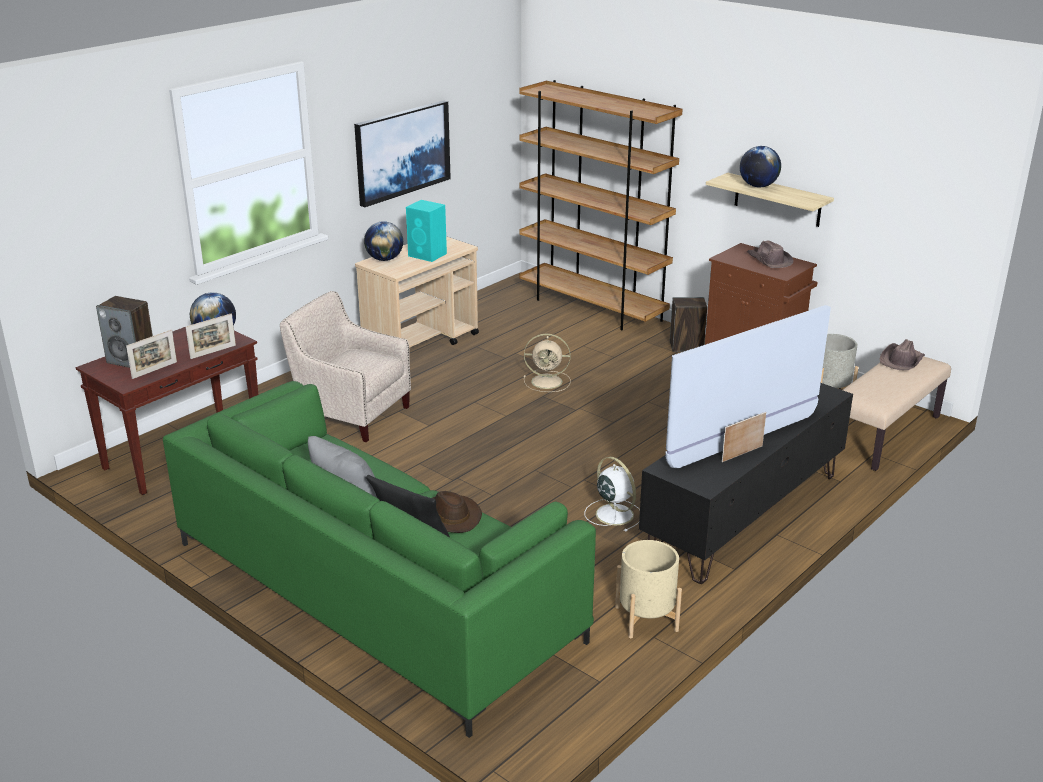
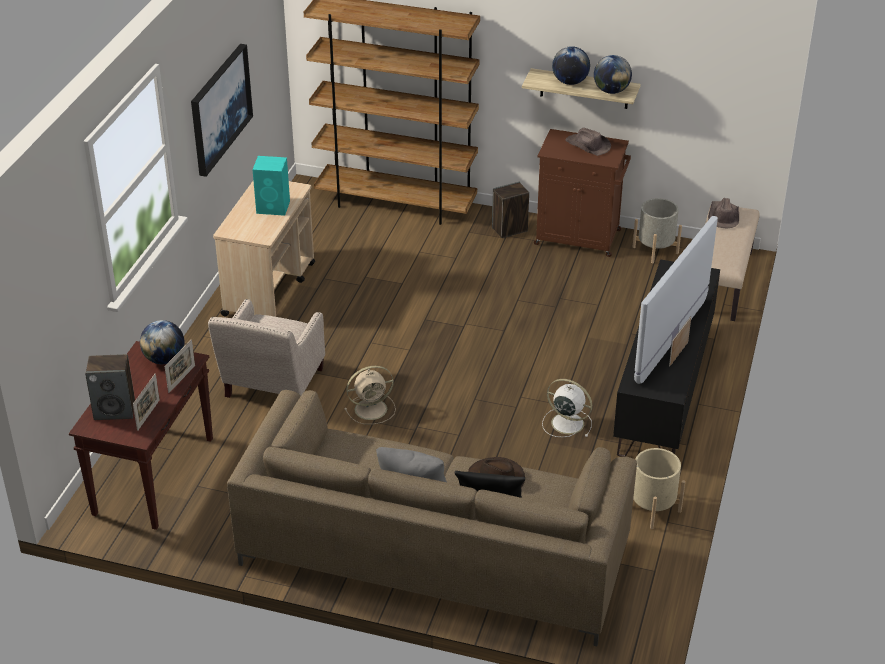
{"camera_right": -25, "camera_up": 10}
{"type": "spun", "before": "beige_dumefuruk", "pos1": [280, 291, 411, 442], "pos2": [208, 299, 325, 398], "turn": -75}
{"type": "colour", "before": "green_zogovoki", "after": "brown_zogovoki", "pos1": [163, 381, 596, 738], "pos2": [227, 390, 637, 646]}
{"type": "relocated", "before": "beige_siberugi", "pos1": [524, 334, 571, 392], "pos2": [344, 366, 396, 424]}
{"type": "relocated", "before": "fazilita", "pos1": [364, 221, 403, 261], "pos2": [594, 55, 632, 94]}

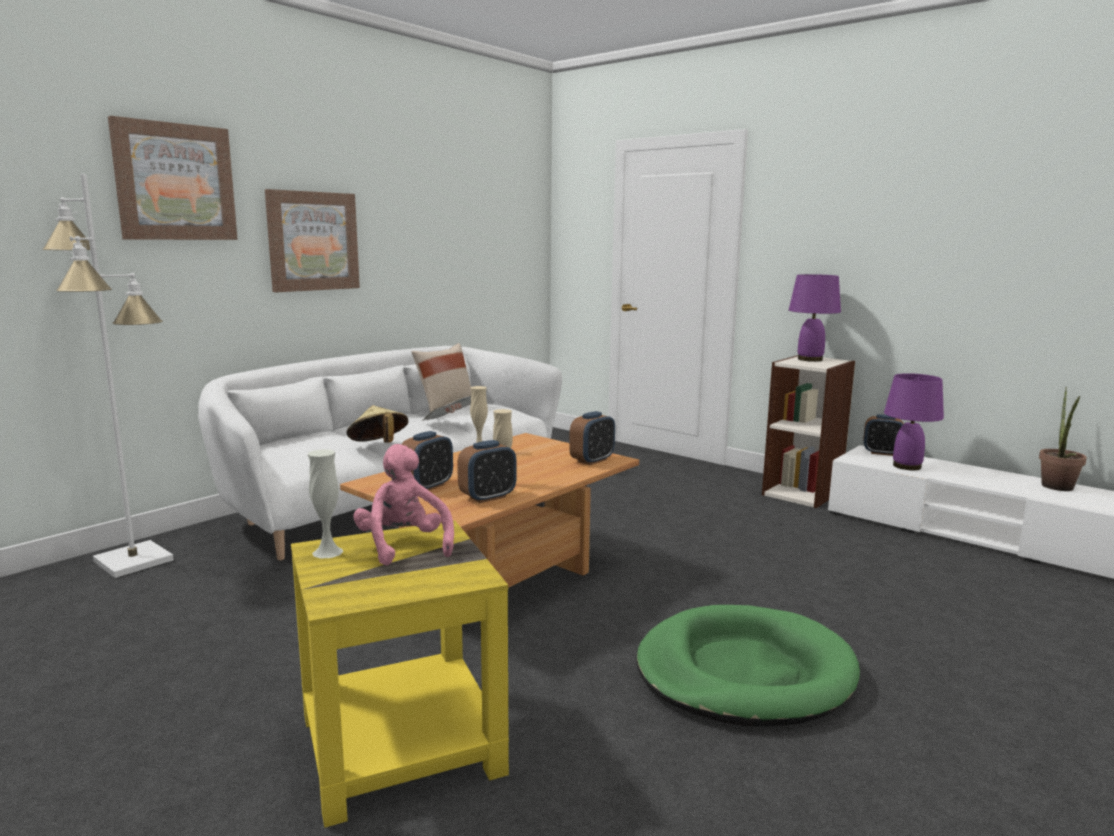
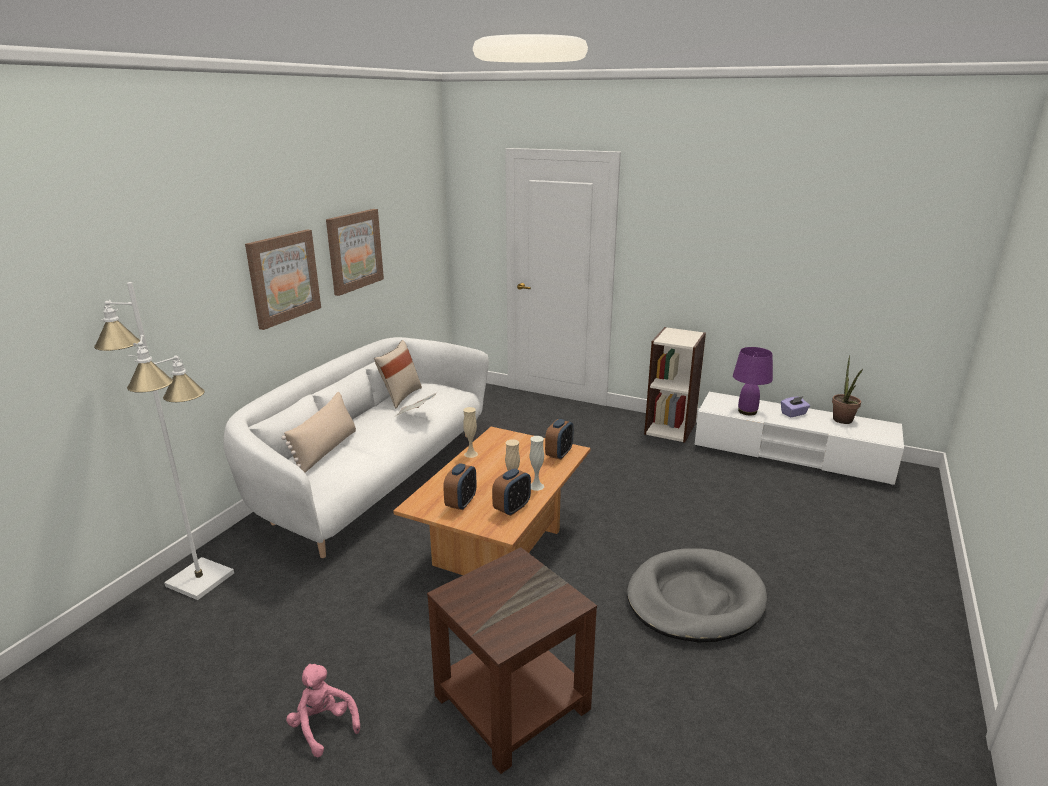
{"camera_right": -15, "camera_up": 10}
{"type": "appeared", "after": "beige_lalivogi", "pos2": [281, 392, 356, 473]}
{"type": "relocated", "before": "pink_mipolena", "pos1": [354, 444, 454, 566], "pos2": [286, 664, 360, 757]}
{"type": "relocated", "before": "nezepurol", "pos1": [108, 116, 238, 240], "pos2": [326, 209, 384, 296]}
{"type": "colour", "before": "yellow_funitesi", "after": "brown_funitesi", "pos1": [291, 520, 509, 828], "pos2": [427, 547, 597, 774]}
{"type": "relocated", "before": "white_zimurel", "pos1": [308, 449, 344, 559], "pos2": [530, 436, 544, 491]}
{"type": "colour", "before": "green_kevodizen", "after": "grey_kevodizen", "pos1": [637, 605, 860, 726], "pos2": [627, 548, 767, 642]}
{"type": "appeared", "after": "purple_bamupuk", "pos2": [781, 396, 810, 417]}
{"type": "missing", "before": "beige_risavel", "pos1": [346, 405, 408, 443]}
{"type": "missing", "before": "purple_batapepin", "pos1": [789, 274, 841, 362]}
{"type": "missing", "before": "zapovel", "pos1": [864, 414, 904, 456]}

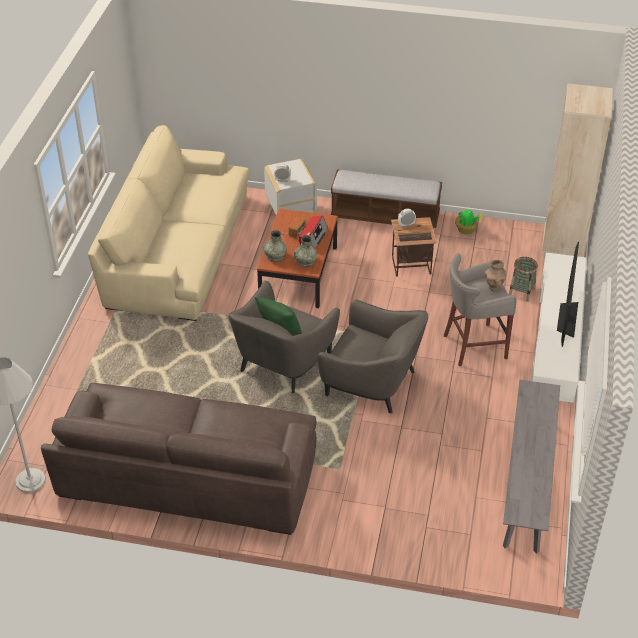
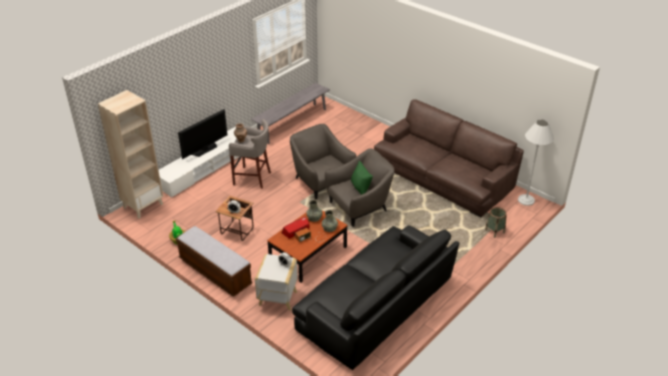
{"camera_right": -150, "camera_up": -5}
{"type": "colour", "before": "beige_zogovoki", "after": "black_zogovoki", "pos1": [88, 125, 249, 321], "pos2": [292, 226, 459, 370]}
{"type": "relocated", "before": "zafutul", "pos1": [508, 257, 538, 302], "pos2": [485, 207, 507, 238]}

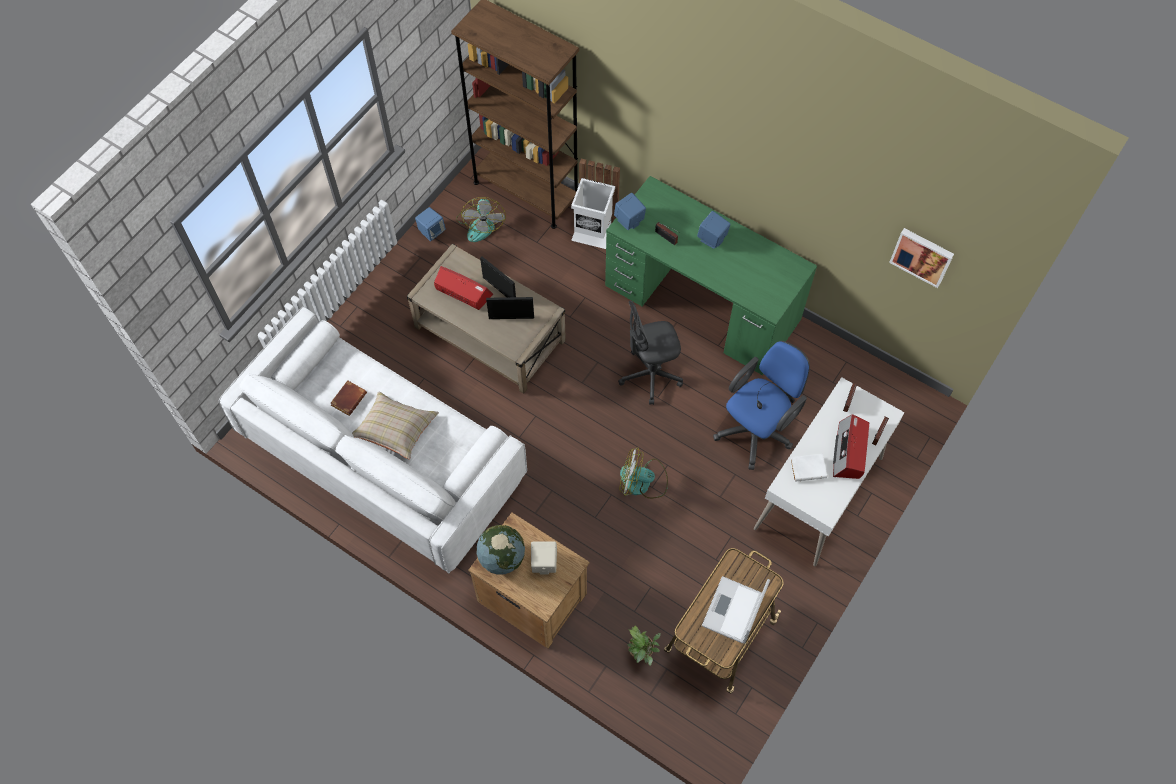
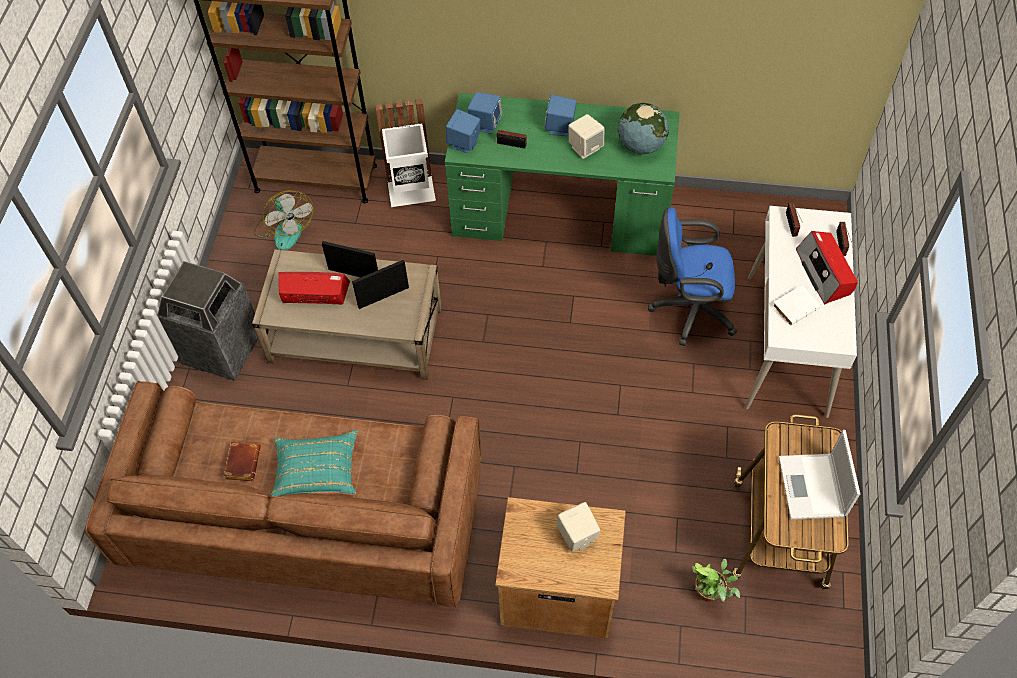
{"camera_right": -25, "camera_up": -5}
{"type": "colour", "before": "white_zogovoki", "after": "brown_zogovoki", "pos1": [219, 307, 527, 573], "pos2": [85, 381, 482, 608]}
{"type": "appeared", "after": "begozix", "pos2": [157, 261, 258, 381]}
{"type": "colour", "before": "beige_lalivogi", "after": "turquoise_lalivogi", "pos1": [352, 392, 439, 459], "pos2": [271, 430, 358, 496]}
{"type": "relocated", "before": "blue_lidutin", "pos1": [415, 207, 446, 242], "pos2": [467, 92, 502, 134]}
{"type": "appeared", "after": "beige_lidutin", "pos2": [568, 114, 604, 159]}
{"type": "relocated", "before": "fazilita", "pos1": [477, 525, 525, 574], "pos2": [617, 103, 669, 155]}
{"type": "spun", "before": "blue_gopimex", "pos1": [713, 341, 810, 470], "pos2": [648, 207, 737, 346], "turn": -105}
{"type": "missing", "before": "grey_gopimex", "pos1": [618, 301, 683, 405]}
{"type": "missing", "before": "siberugi", "pos1": [620, 448, 668, 499]}
{"type": "missing", "before": "nezepurol", "pos1": [889, 228, 954, 288]}

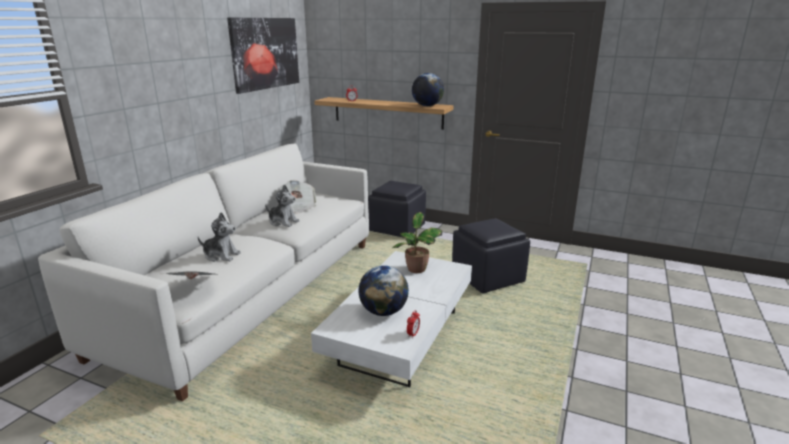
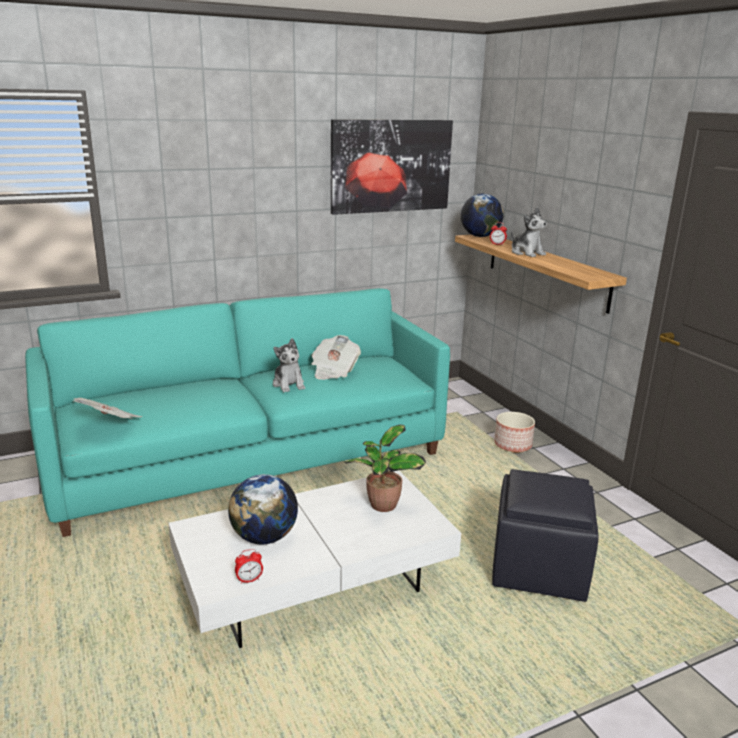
{"camera_right": 40, "camera_up": 0}
{"type": "colour", "before": "white_zogovoki", "after": "turquoise_zogovoki", "pos1": [38, 144, 369, 402], "pos2": [25, 288, 450, 537]}
{"type": "relocated", "before": "fazilita", "pos1": [412, 73, 444, 106], "pos2": [461, 194, 504, 237]}
{"type": "exchanged", "before": "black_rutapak", "after": "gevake", "pos1": [368, 181, 426, 237], "pos2": [494, 412, 535, 453]}
{"type": "relocated", "before": "mipolena", "pos1": [198, 213, 241, 262], "pos2": [511, 207, 547, 257]}

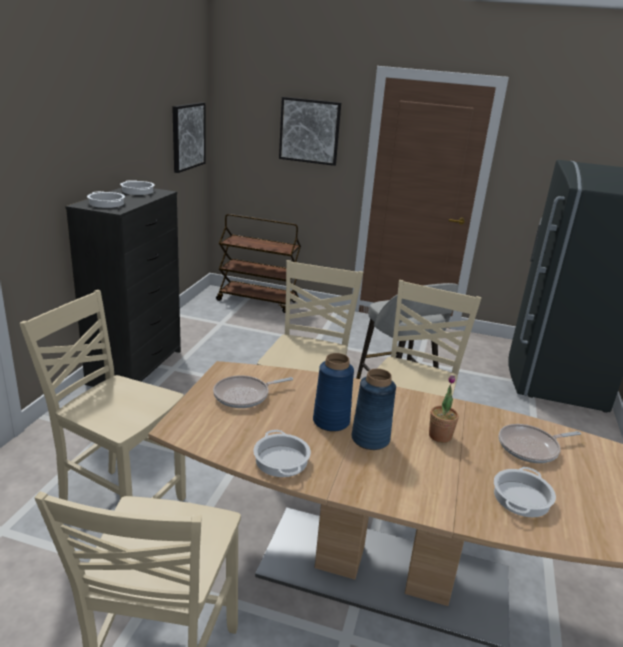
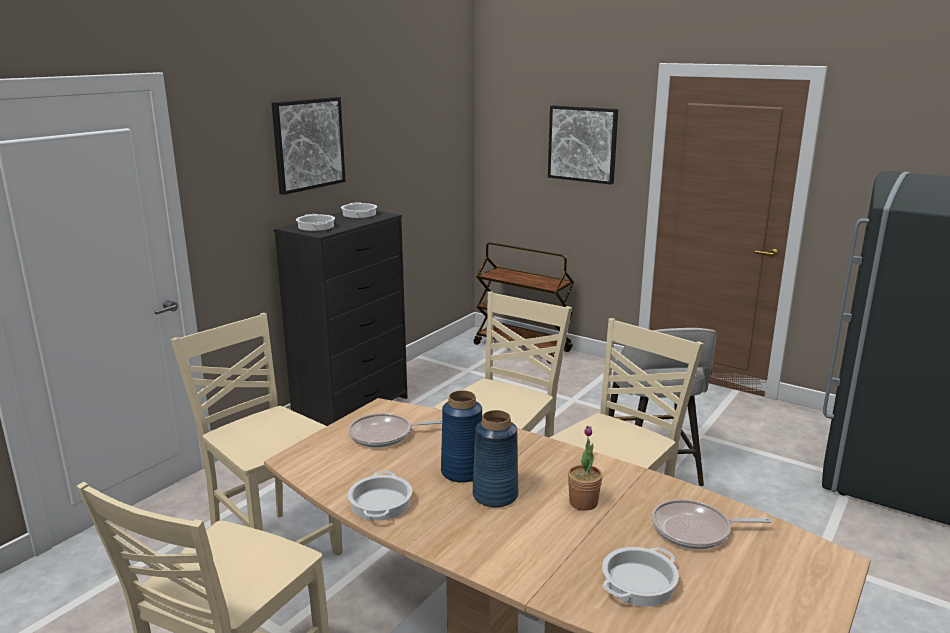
{"camera_right": 20, "camera_up": -5}
{"type": "relocated", "before": "nezepurol", "pos1": [172, 102, 206, 173], "pos2": [271, 97, 346, 195]}

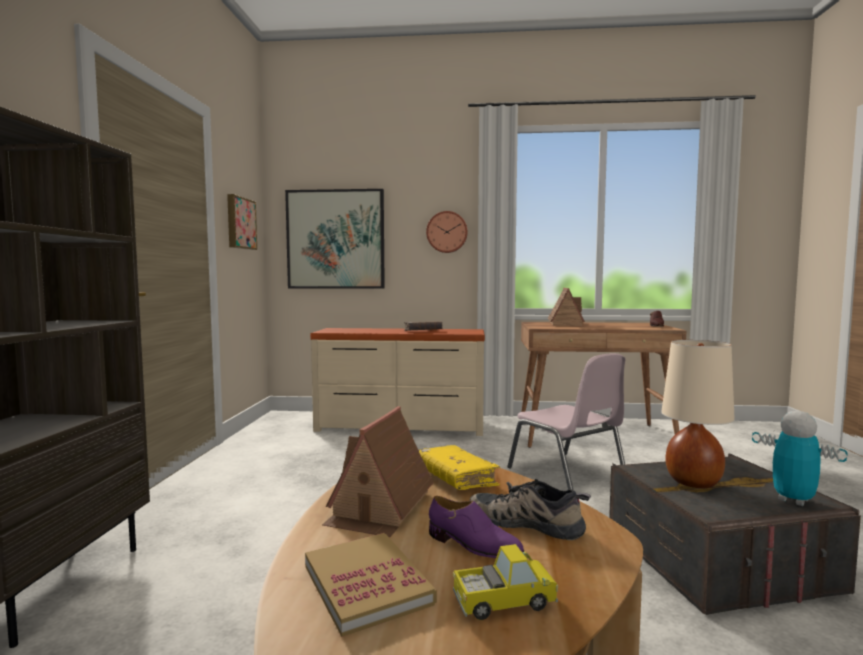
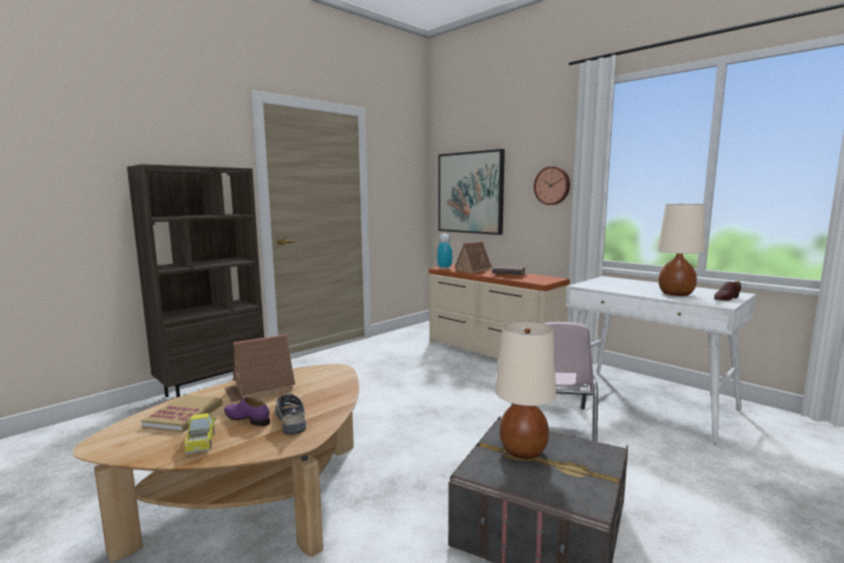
{"camera_right": 40, "camera_up": 5}
{"type": "spun", "before": "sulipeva", "pos1": [453, 544, 558, 620], "pos2": [184, 413, 216, 454], "turn": -135}
{"type": "spun", "before": "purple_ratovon", "pos1": [429, 496, 524, 558], "pos2": [224, 397, 270, 426], "turn": 135}
{"type": "relocated", "before": "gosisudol", "pos1": [752, 411, 848, 506], "pos2": [437, 234, 453, 270]}
{"type": "relocated", "before": "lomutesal", "pos1": [548, 288, 585, 326], "pos2": [455, 241, 493, 273]}
{"type": "colour", "before": "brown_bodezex", "after": "white_bodezex", "pos1": [521, 322, 687, 448], "pos2": [561, 276, 756, 444]}
{"type": "appeared", "after": "beige_batapepin", "pos2": [657, 204, 704, 296]}
{"type": "missing", "before": "nezepurol", "pos1": [227, 194, 257, 250]}
{"type": "missing", "before": "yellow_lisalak", "pos1": [419, 445, 500, 490]}

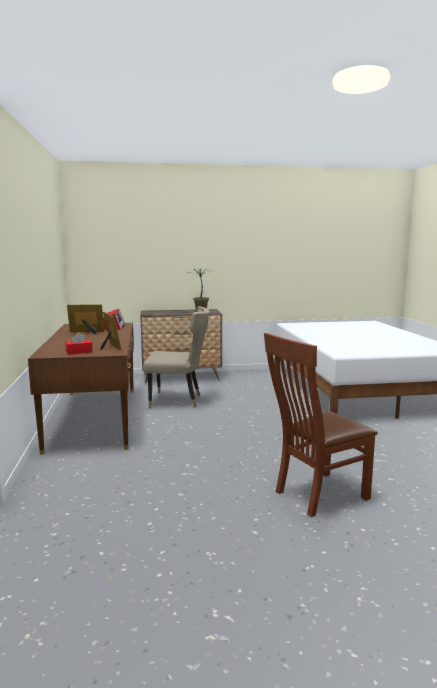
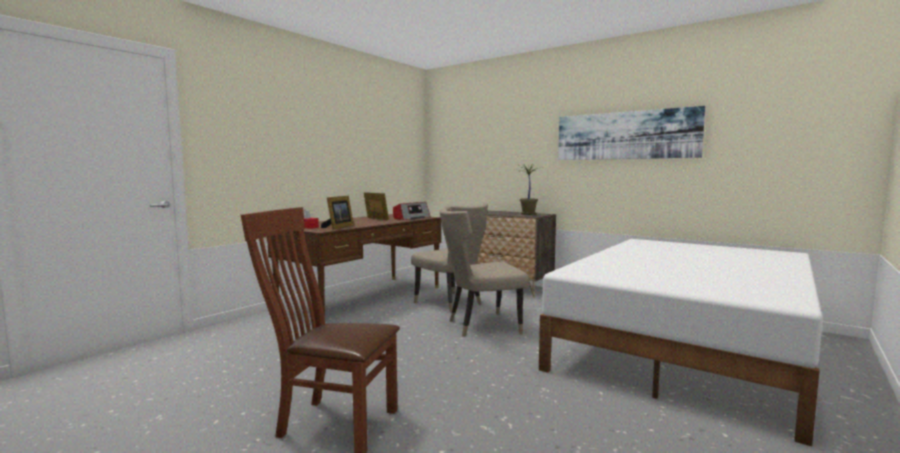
{"camera_right": 45, "camera_up": -5}
{"type": "appeared", "after": "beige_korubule", "pos2": [440, 207, 529, 337]}
{"type": "appeared", "after": "nezepurol", "pos2": [558, 106, 705, 160]}

